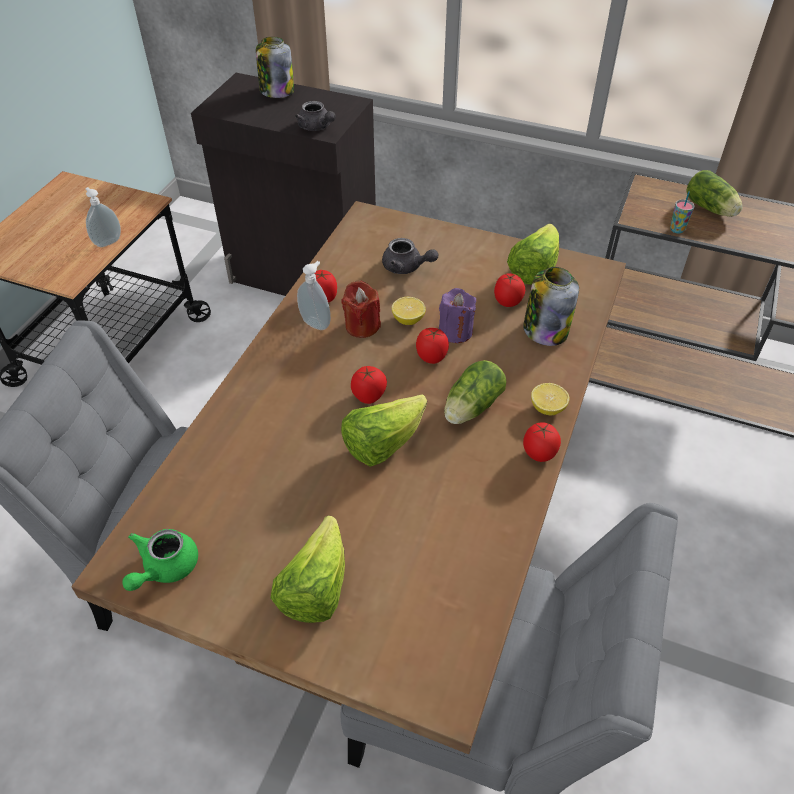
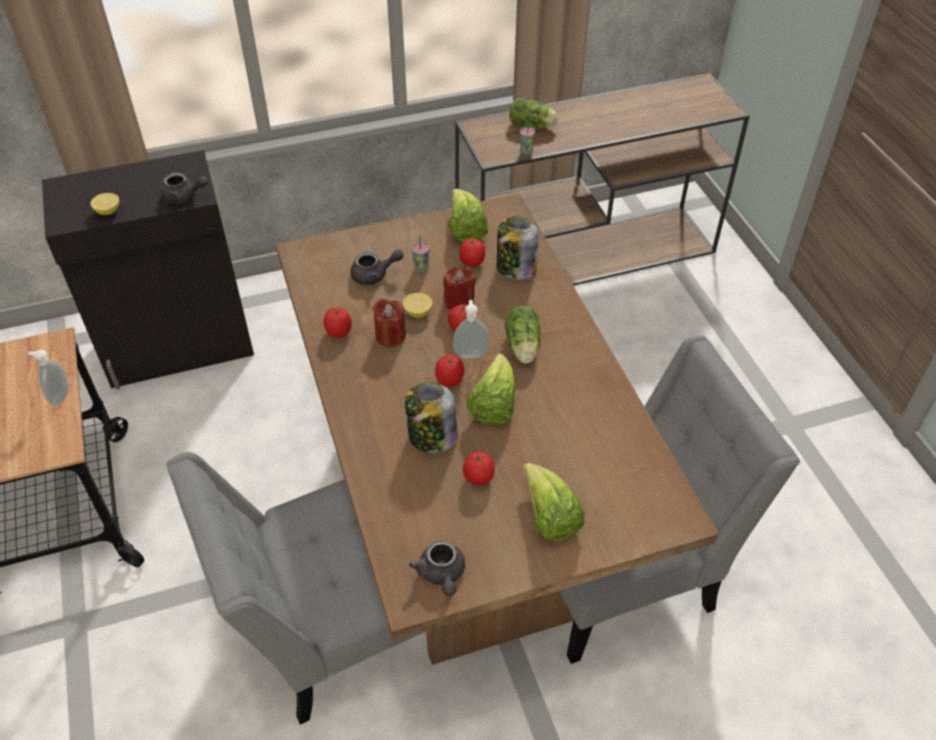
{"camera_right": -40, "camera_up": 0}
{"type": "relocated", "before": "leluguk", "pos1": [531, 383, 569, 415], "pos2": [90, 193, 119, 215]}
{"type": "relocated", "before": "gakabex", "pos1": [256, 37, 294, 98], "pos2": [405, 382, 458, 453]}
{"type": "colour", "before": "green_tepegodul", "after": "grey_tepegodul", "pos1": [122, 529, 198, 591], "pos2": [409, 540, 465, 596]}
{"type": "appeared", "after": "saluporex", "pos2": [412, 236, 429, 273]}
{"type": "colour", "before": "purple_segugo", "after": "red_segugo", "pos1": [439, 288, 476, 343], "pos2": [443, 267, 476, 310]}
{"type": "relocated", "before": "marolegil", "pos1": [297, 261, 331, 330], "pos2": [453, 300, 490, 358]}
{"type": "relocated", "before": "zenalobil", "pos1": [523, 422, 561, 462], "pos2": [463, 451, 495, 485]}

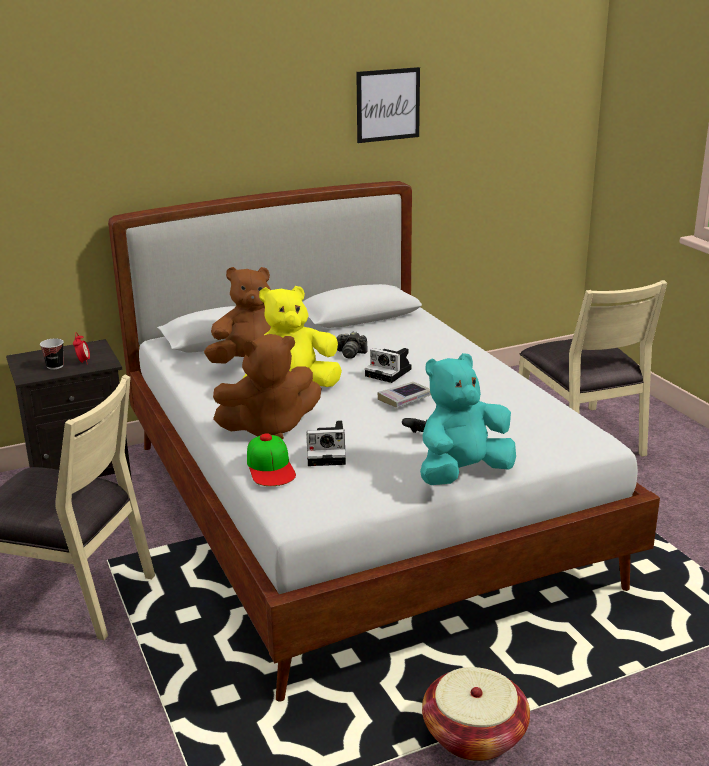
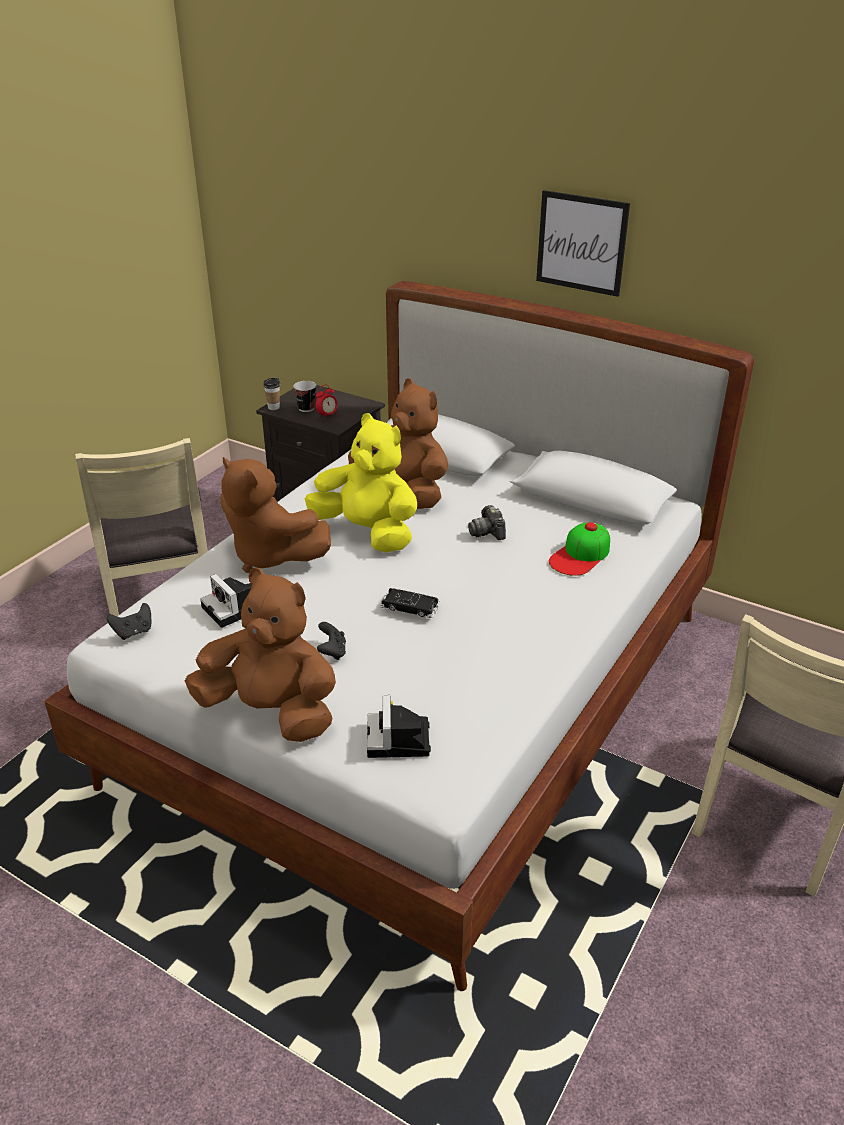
{"camera_right": 55, "camera_up": 10}
{"type": "appeared", "after": "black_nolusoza", "pos2": [107, 603, 151, 640]}
{"type": "colour", "before": "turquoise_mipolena", "after": "brown_mipolena", "pos1": [420, 353, 516, 485], "pos2": [185, 568, 336, 742]}
{"type": "appeared", "after": "saluporex", "pos2": [263, 378, 280, 410]}
{"type": "relocated", "before": "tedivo", "pos1": [365, 348, 412, 383], "pos2": [367, 695, 431, 758]}
{"type": "exchanged", "before": "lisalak", "after": "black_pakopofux", "pos1": [377, 382, 431, 408], "pos2": [380, 588, 440, 618]}
{"type": "relocated", "before": "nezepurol", "pos1": [356, 67, 420, 143], "pos2": [536, 190, 630, 297]}
{"type": "relocated", "before": "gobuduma", "pos1": [247, 434, 296, 486], "pos2": [549, 523, 610, 576]}
{"type": "missing", "before": "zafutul", "pos1": [422, 667, 530, 761]}

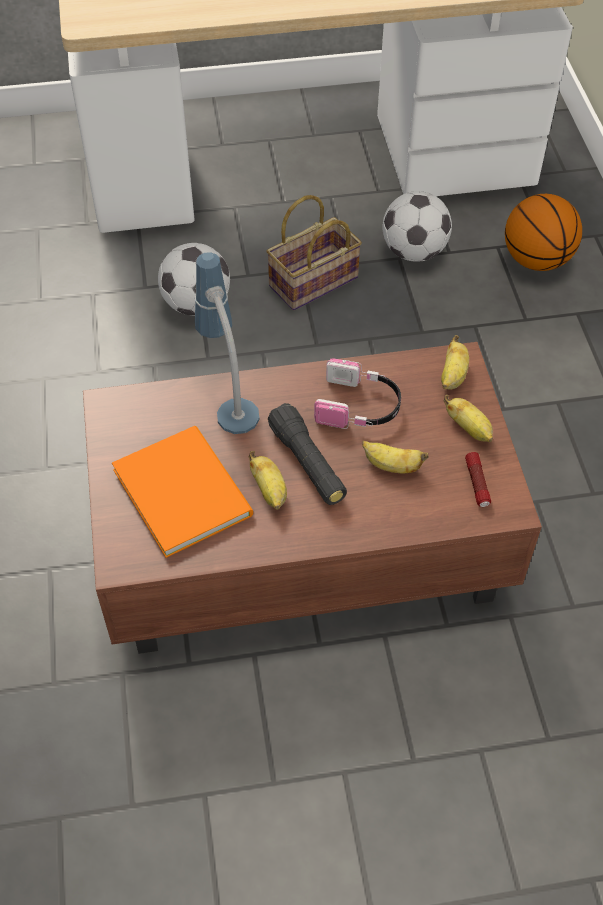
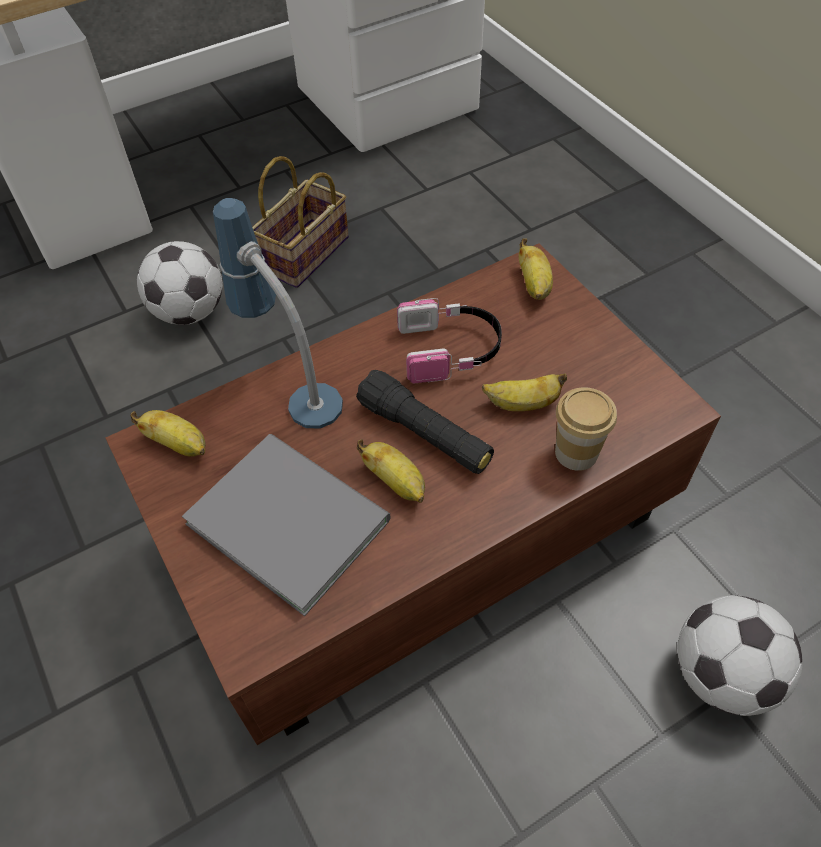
{"camera_right": -20, "camera_up": 0}
{"type": "relocated", "before": "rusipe", "pos1": [444, 395, 493, 442], "pos2": [130, 410, 205, 457]}
{"type": "colour", "before": "orange_lisalak", "after": "grey_lisalak", "pos1": [112, 426, 253, 558], "pos2": [182, 434, 391, 616]}
{"type": "appeared", "after": "saluporex", "pos2": [555, 387, 617, 471]}
{"type": "relocated", "before": "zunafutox", "pos1": [382, 191, 452, 262], "pos2": [678, 595, 802, 716]}
{"type": "missing", "before": "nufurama", "pos1": [465, 452, 491, 507]}
{"type": "missing", "before": "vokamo", "pos1": [505, 194, 582, 271]}

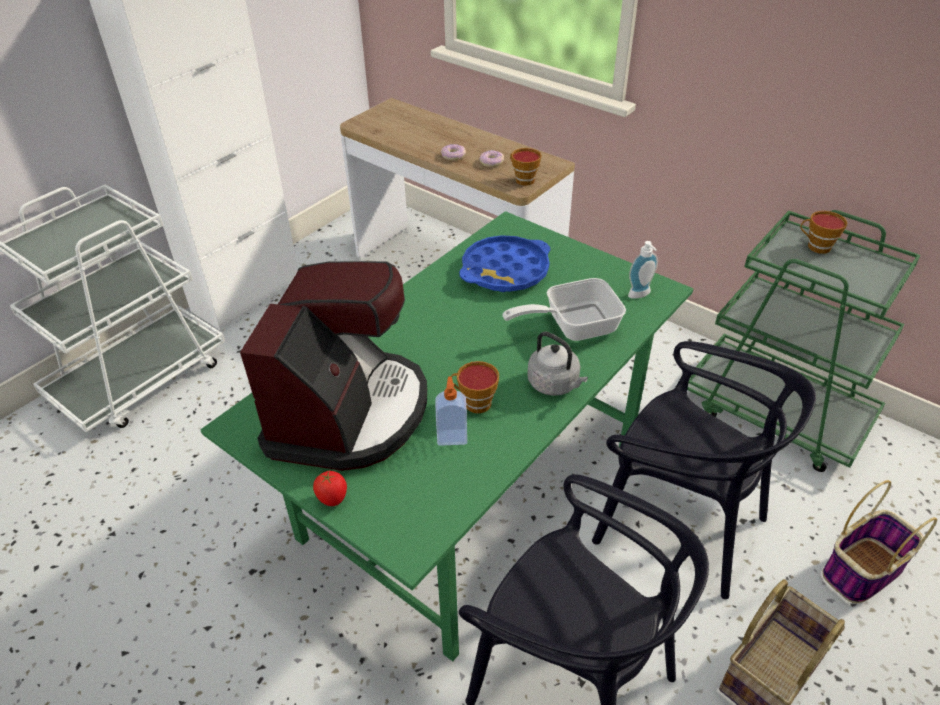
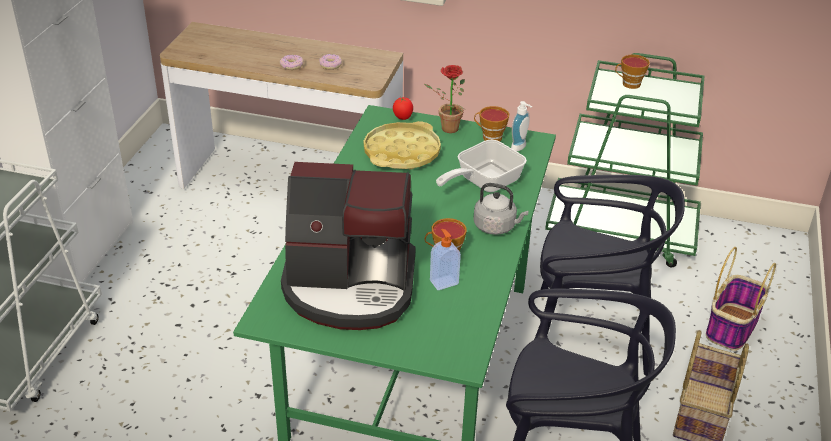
{"camera_right": -25, "camera_up": -5}
{"type": "spun", "before": "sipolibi", "pos1": [240, 261, 427, 471], "pos2": [281, 162, 416, 330], "turn": 105}
{"type": "colour", "before": "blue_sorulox", "after": "yellow_sorulox", "pos1": [459, 235, 550, 292], "pos2": [364, 121, 441, 170]}
{"type": "relocated", "before": "zenalobil", "pos1": [313, 471, 347, 506], "pos2": [393, 97, 413, 120]}
{"type": "appeared", "after": "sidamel", "pos2": [424, 65, 465, 133]}
{"type": "relocated", "before": "saluporex", "pos1": [510, 148, 542, 185], "pos2": [474, 106, 509, 141]}

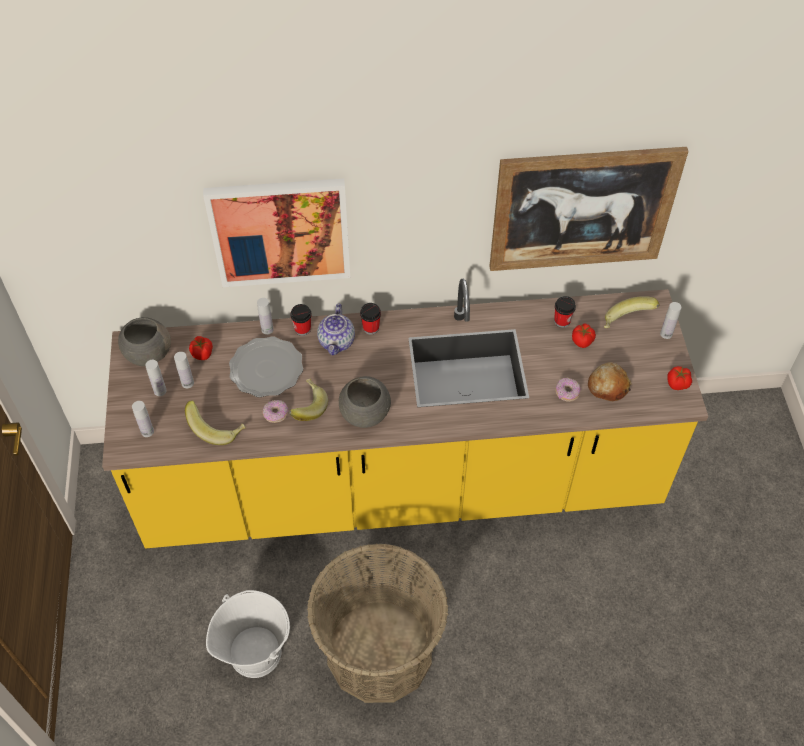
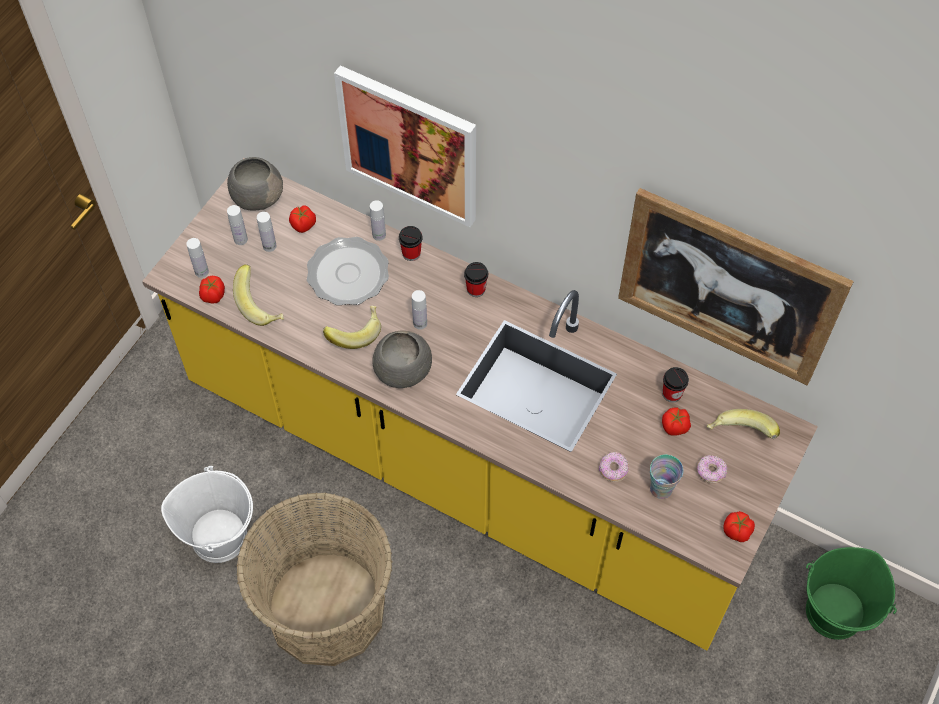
{"camera_right": 35, "camera_up": 5}
{"type": "appeared", "after": "zenalobil", "pos2": [199, 276, 225, 304]}
{"type": "relocated", "before": "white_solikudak", "pos1": [660, 302, 681, 339], "pos2": [412, 290, 427, 330]}
{"type": "exchanged", "before": "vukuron", "after": "saluporex", "pos1": [588, 362, 632, 401], "pos2": [650, 455, 683, 499]}
{"type": "relocated", "before": "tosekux", "pos1": [262, 400, 289, 423], "pos2": [697, 455, 727, 484]}
{"type": "appeared", "after": "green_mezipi", "pos2": [806, 547, 897, 640]}
{"type": "missing", "before": "tepegodul", "pos1": [317, 304, 355, 355]}

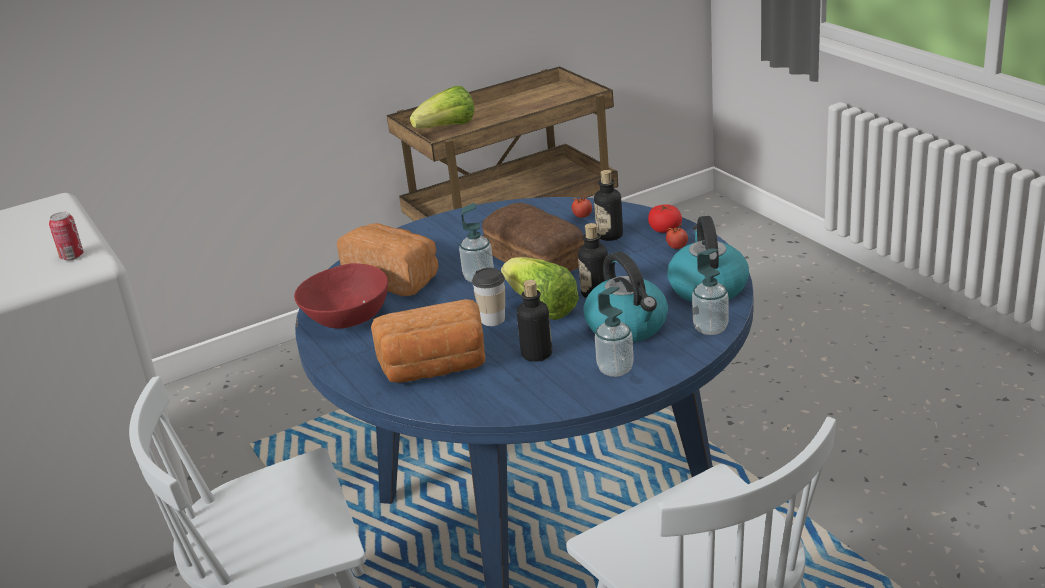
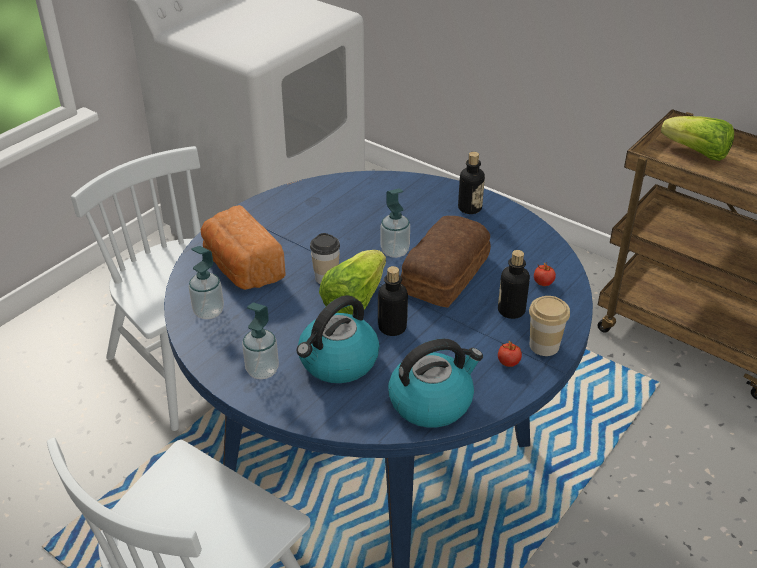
{"camera_right": 65, "camera_up": 10}
{"type": "relocated", "before": "marolegil", "pos1": [692, 248, 729, 335], "pos2": [189, 246, 224, 319]}
{"type": "relocated", "before": "solikudak", "pos1": [517, 280, 552, 362], "pos2": [458, 152, 485, 214]}
{"type": "exchanged", "before": "zenalobil", "after": "saluporex", "pos1": [648, 204, 682, 233], "pos2": [529, 296, 570, 356]}
{"type": "missing", "before": "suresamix", "pos1": [49, 212, 84, 260]}
{"type": "missing", "before": "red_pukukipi", "pos1": [294, 263, 388, 329]}
{"type": "missing", "before": "vukuron", "pos1": [337, 223, 439, 296]}

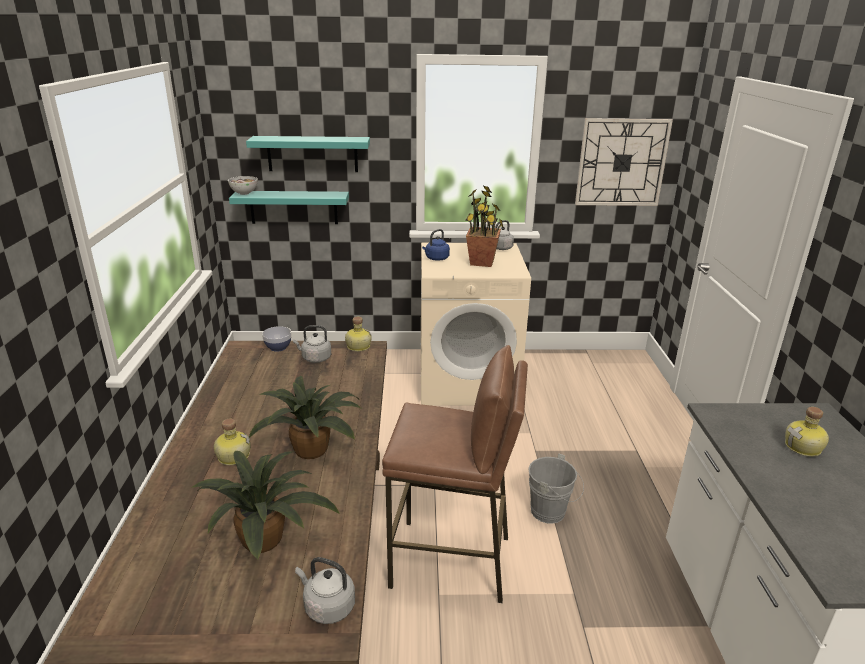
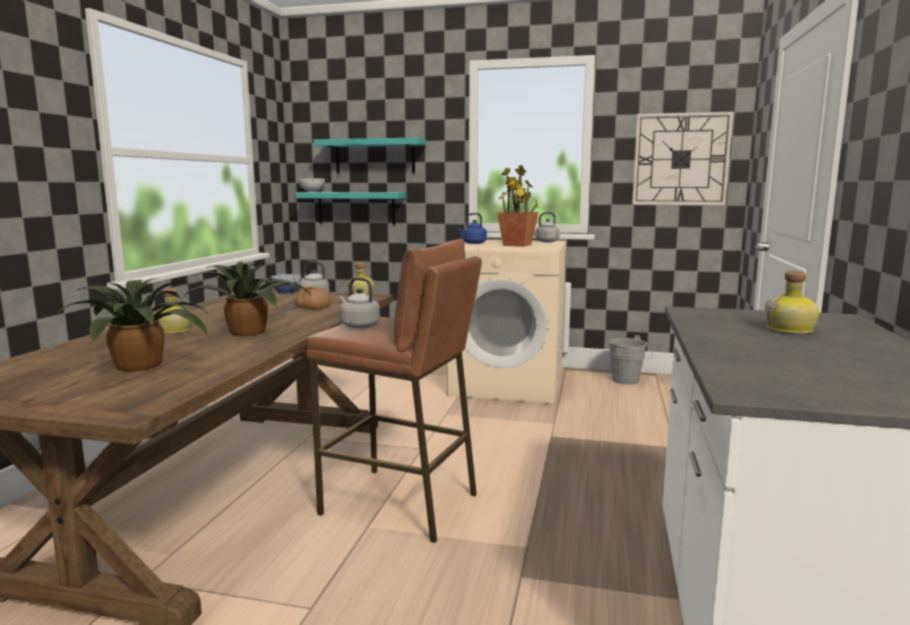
{"camera_right": 15, "camera_up": -15}
{"type": "appeared", "after": "vukuron", "pos2": [295, 286, 331, 309]}
{"type": "relocated", "before": "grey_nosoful", "pos1": [295, 557, 355, 624], "pos2": [339, 277, 380, 328]}
{"type": "relocated", "before": "grey_mezipi", "pos1": [528, 454, 584, 524], "pos2": [609, 335, 653, 385]}

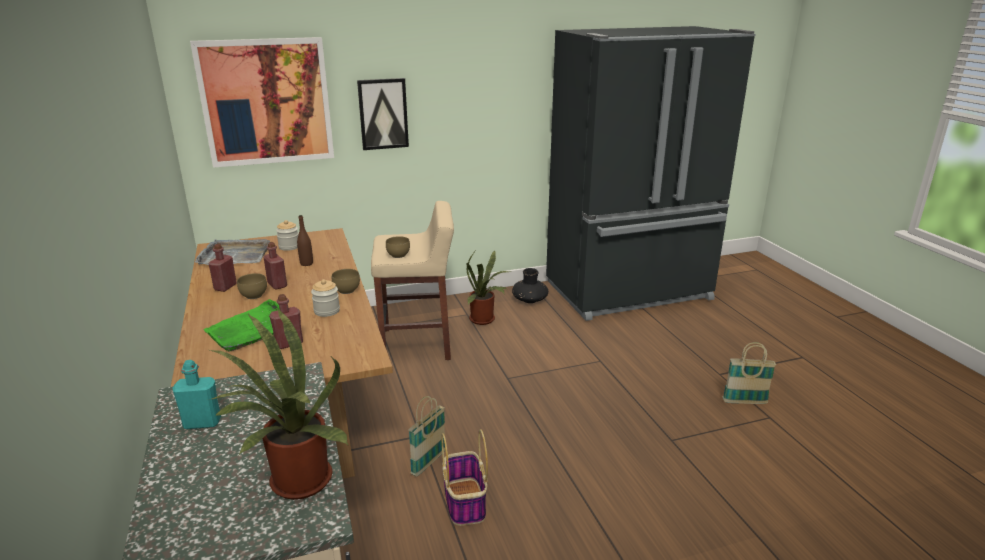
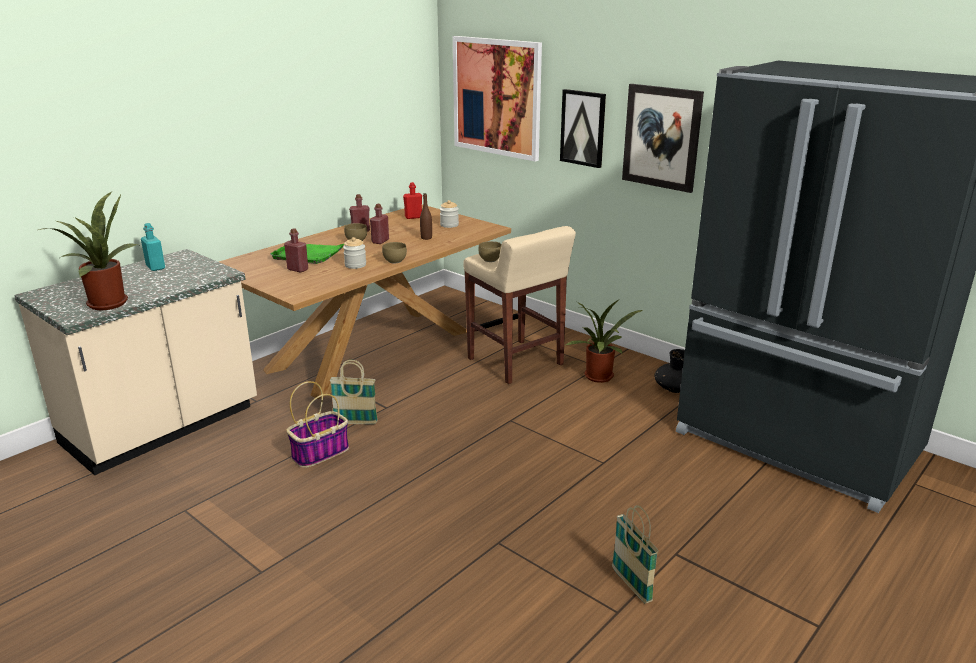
{"camera_right": 60, "camera_up": 0}
{"type": "exchanged", "before": "grey_sorulox", "after": "red_solikudak", "pos1": [195, 239, 270, 265], "pos2": [403, 182, 422, 219]}
{"type": "appeared", "after": "nezepurol", "pos2": [622, 84, 704, 193]}

